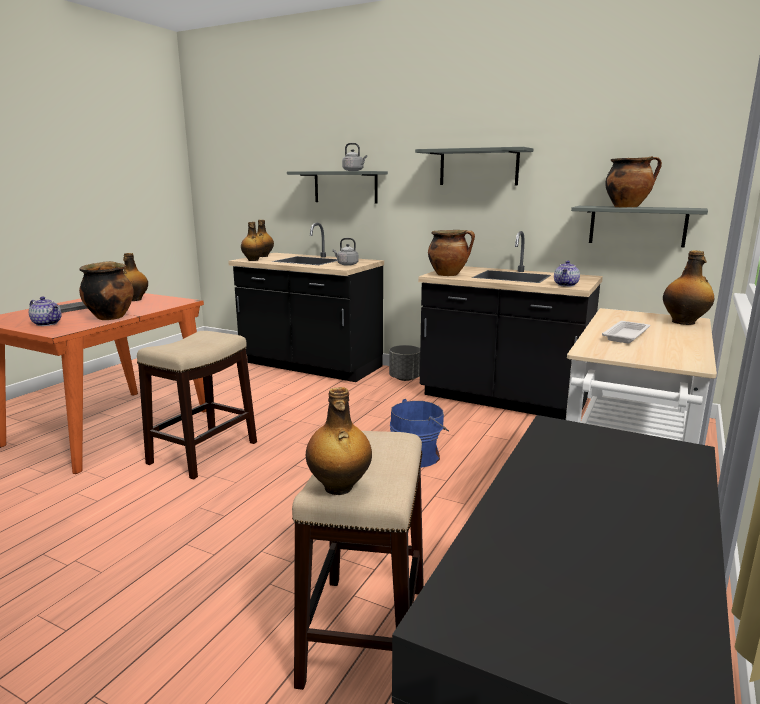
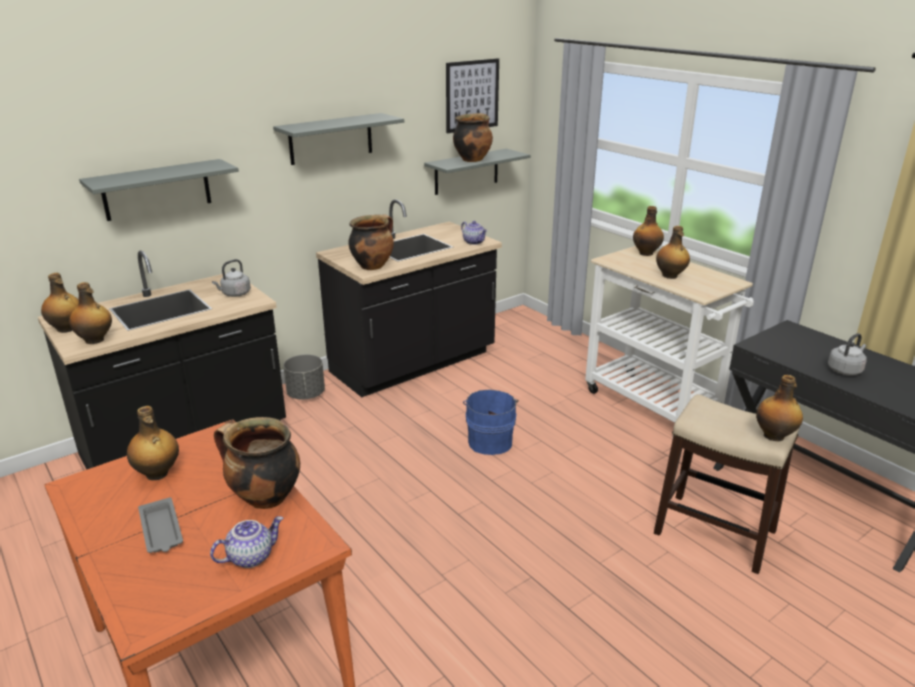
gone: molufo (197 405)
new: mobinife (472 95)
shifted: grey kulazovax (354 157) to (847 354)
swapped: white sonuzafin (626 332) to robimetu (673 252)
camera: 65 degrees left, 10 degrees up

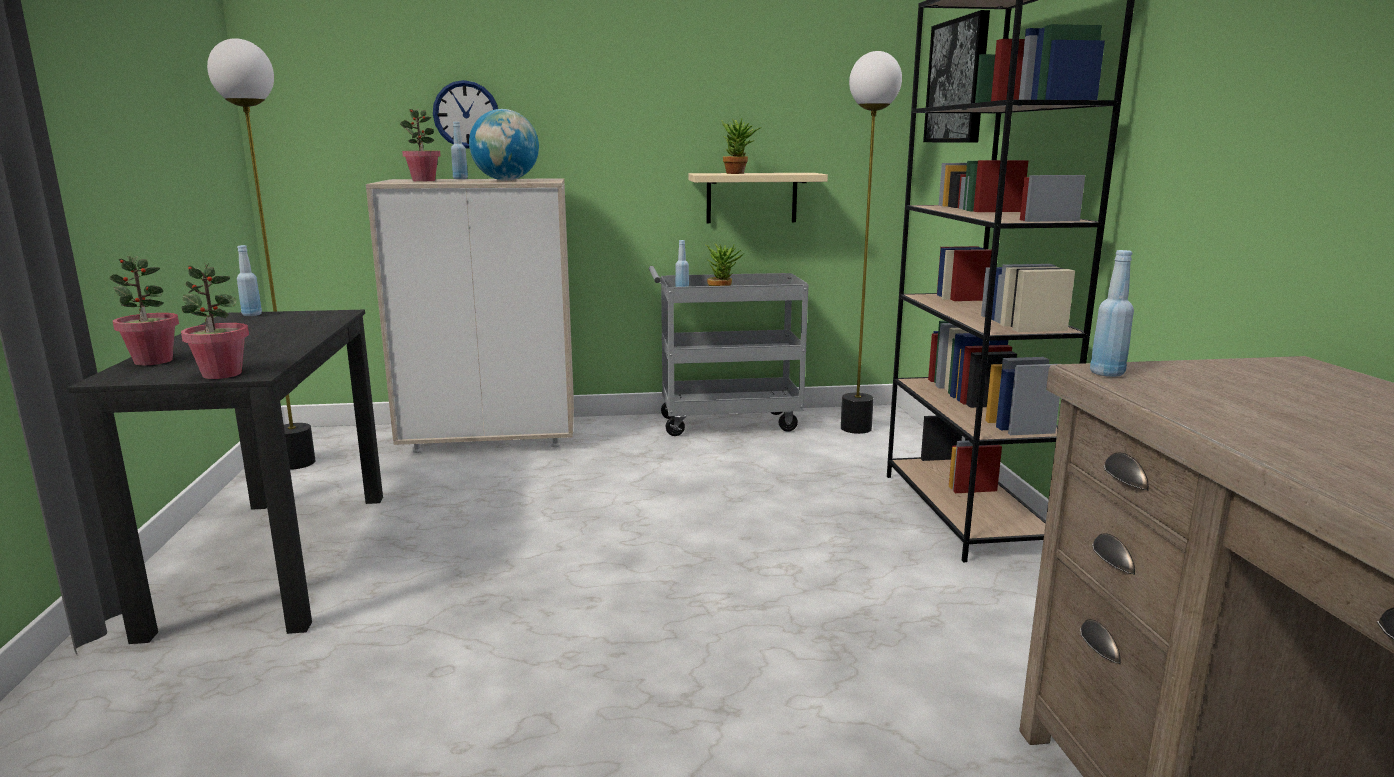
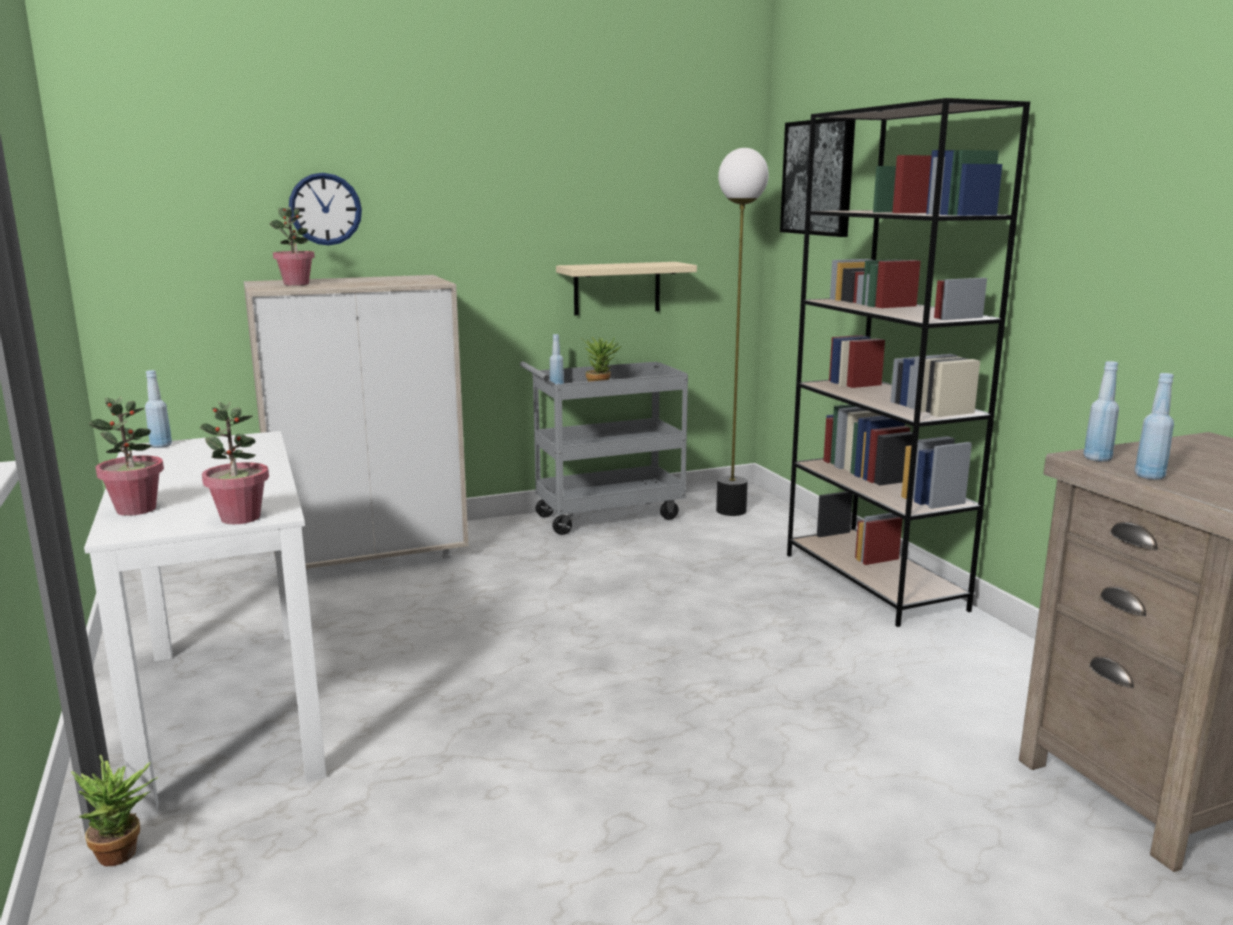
gone: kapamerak (261 254); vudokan (504 145)
shifted: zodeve (741 146) to (114 810); blue robimetu (459 150) to (1154 426)
repainted: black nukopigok (225 477) to white nukopigok (205 625)
camera: 15 degrees left, 0 degrees up

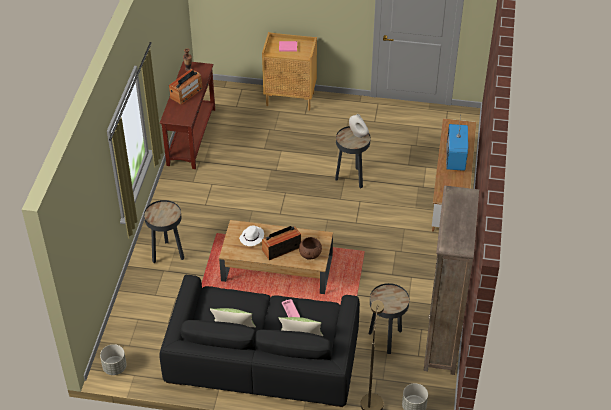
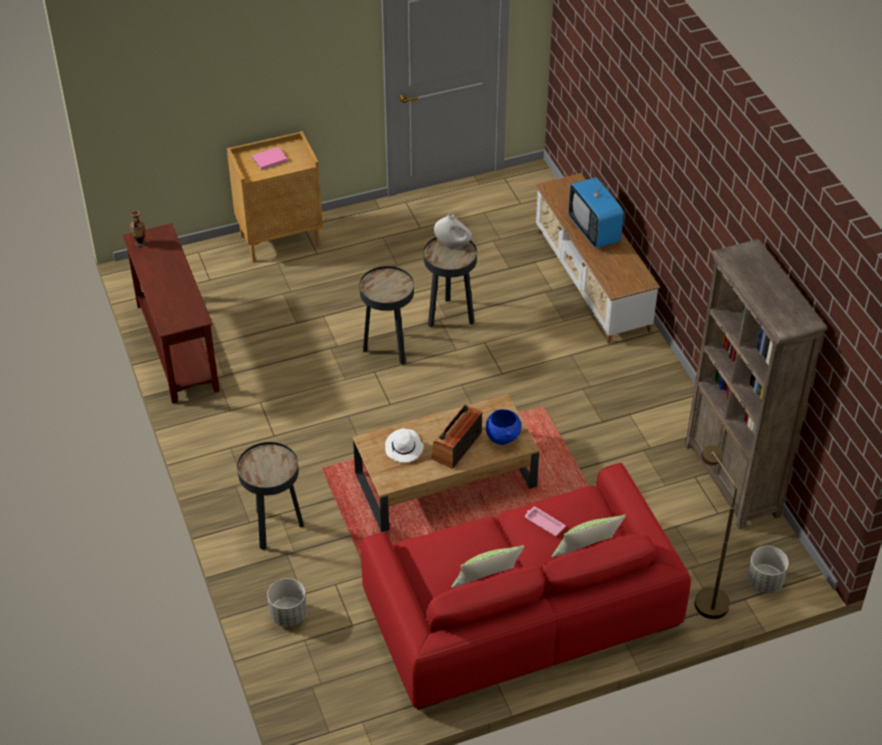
gone: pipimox (186 87)
shifted: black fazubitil (389 318) to (386 315); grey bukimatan (113 359) to (287 602)
repainted: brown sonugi (310 248) to blue sonugi (504 427); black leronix (259 341) to red leronix (526 586)
camera: 30 degrees left, 0 degrees up

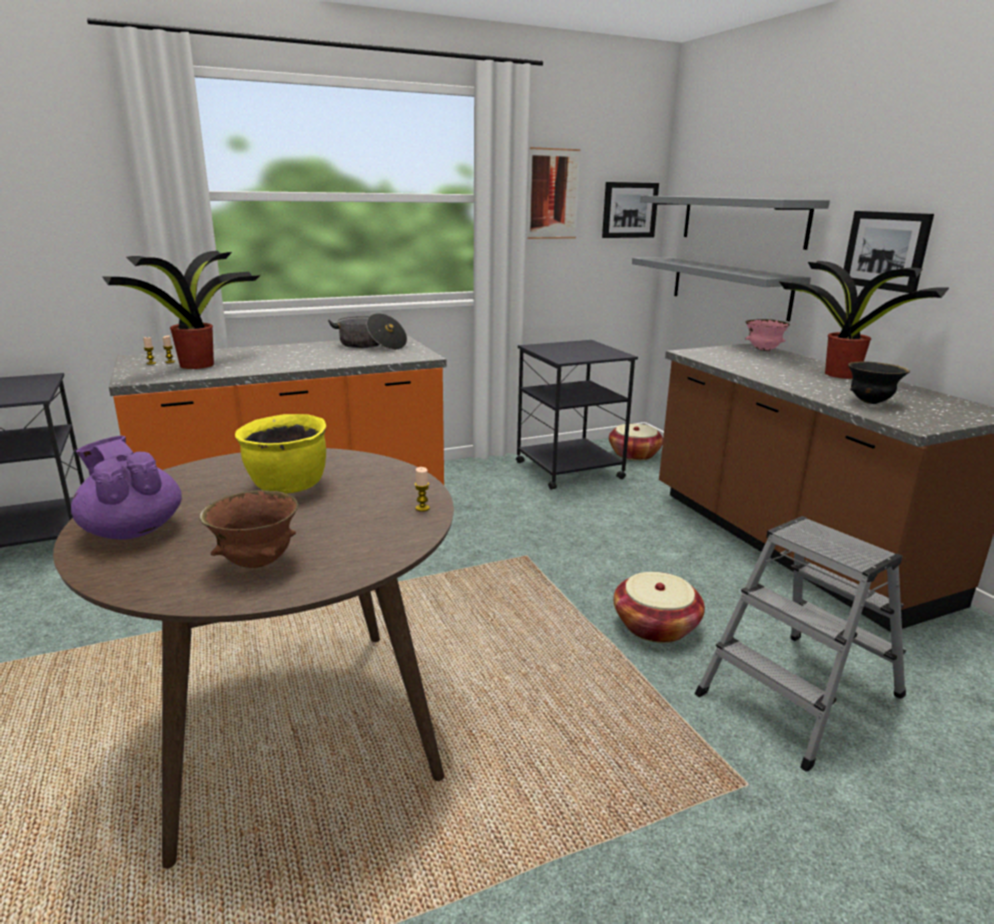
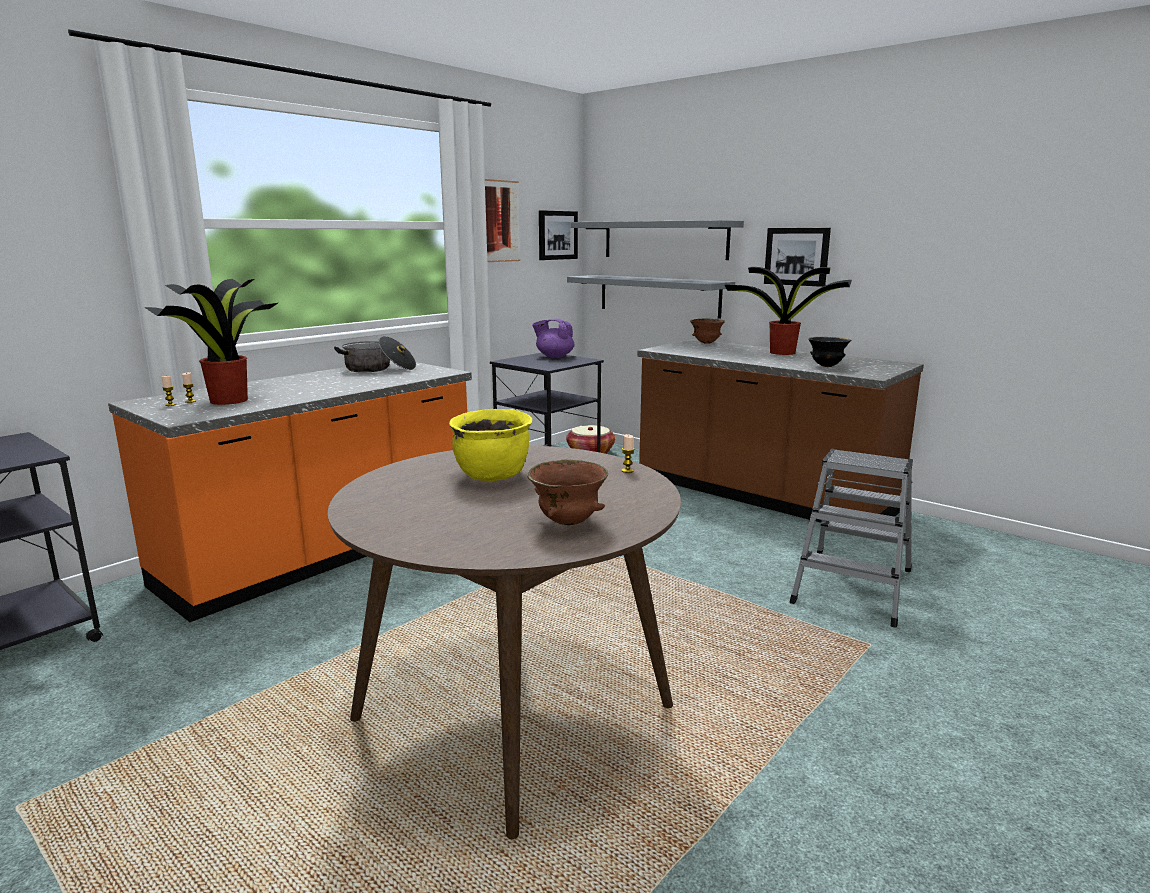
gone: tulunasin (659 607)
shifted: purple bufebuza (126 488) to (553 338)
repainted: pink sonugi (767 335) to brown sonugi (707 331)
camera: 25 degrees left, 5 degrees down

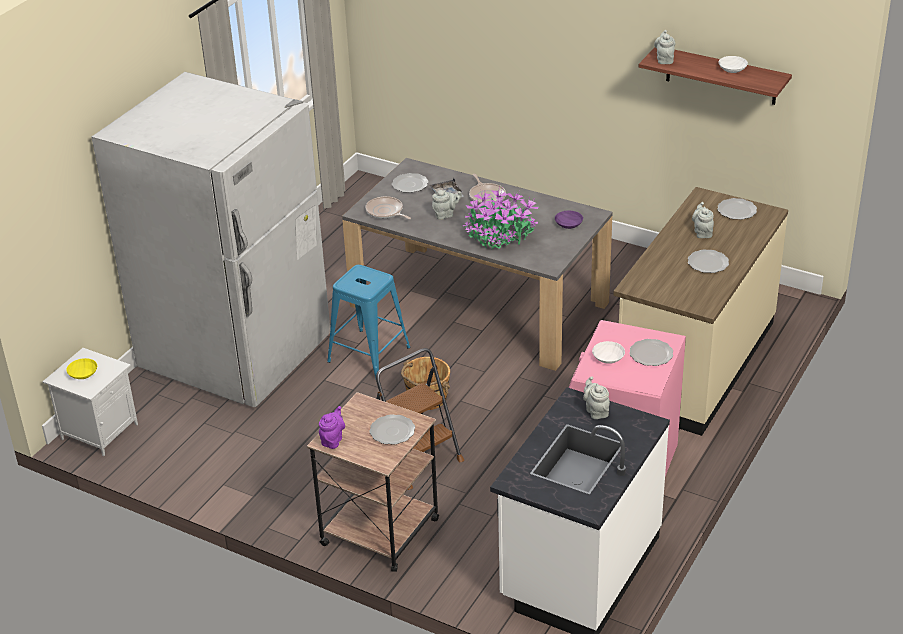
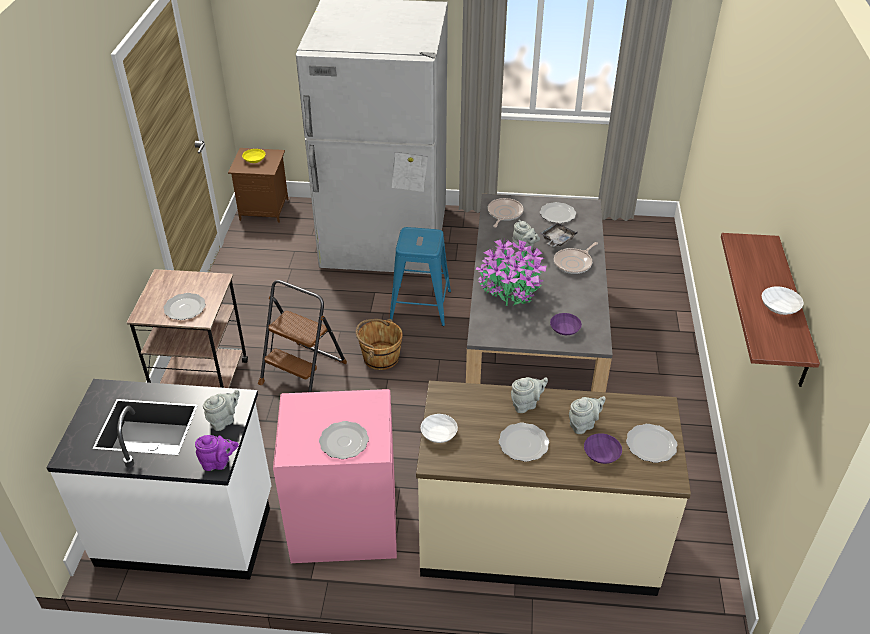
new: purple sonugi (603 448)
shifted: grey bufebuza (665 47) to (529 395); white sonugi (608 352) to (439 428); purple bufebuza (332 427) to (217 453)
repainted: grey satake (90 402) to brown satake (258 185)
camera: 65 degrees right, 5 degrees up

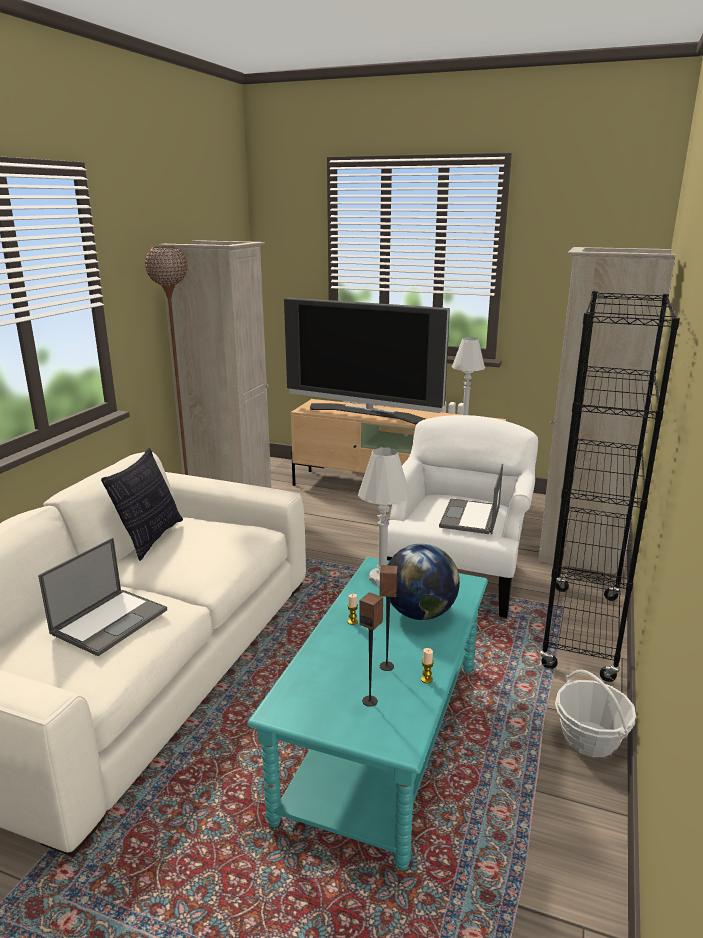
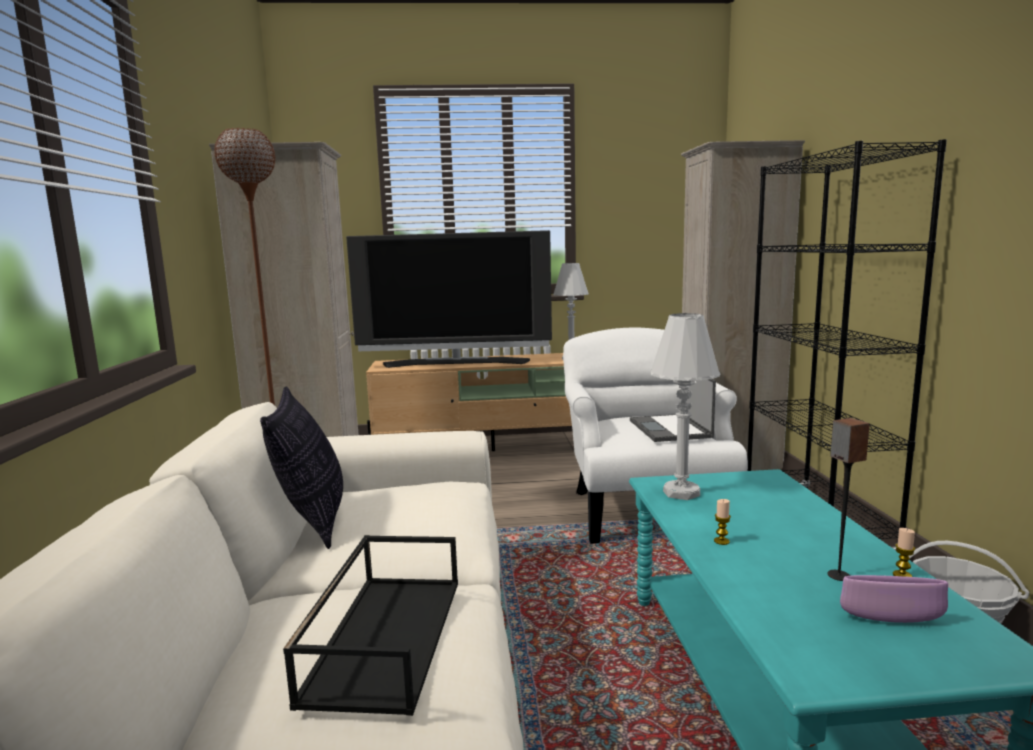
gone: vudokan (424 582)
swapped: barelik (102 597) to black sonuzafin (370 625); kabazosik (371 649) to purple sonugi (894 599)
camera: 25 degrees left, 10 degrees down

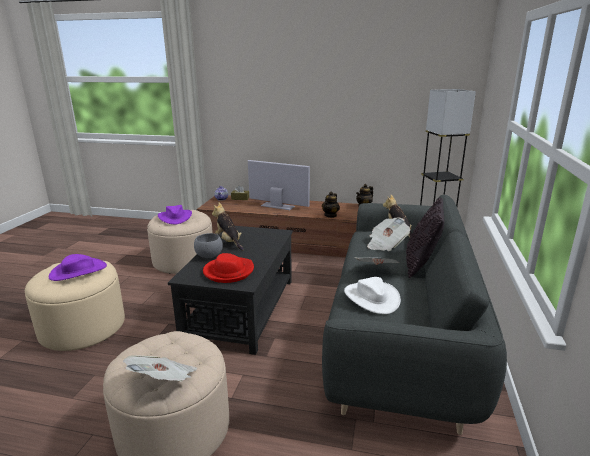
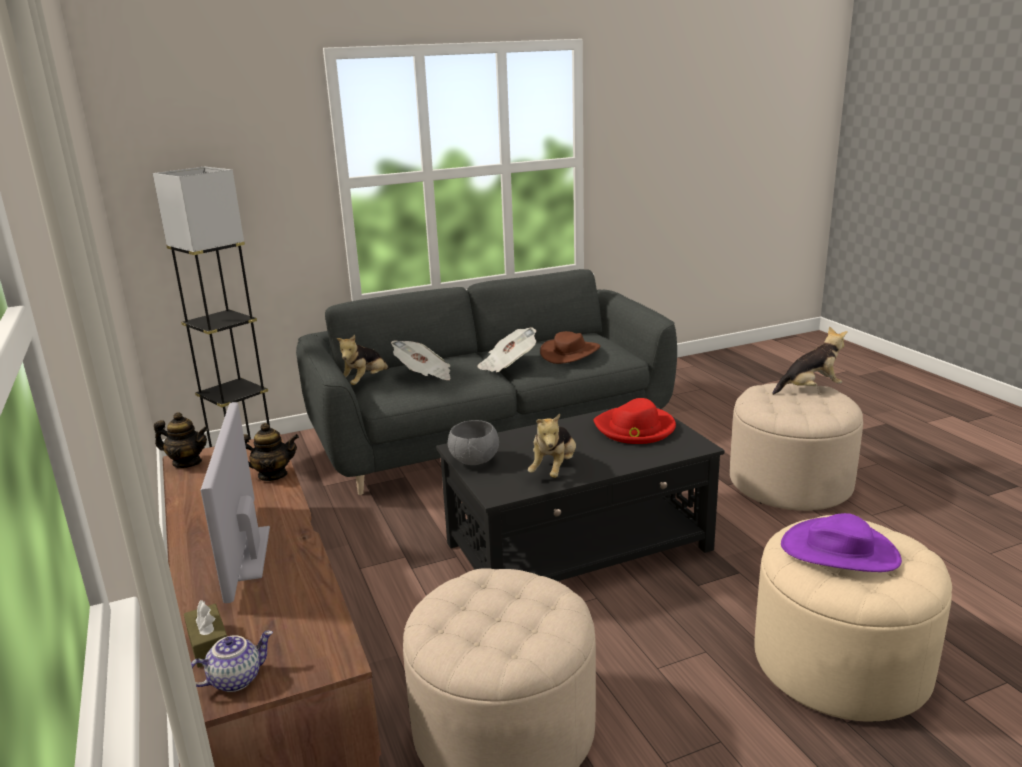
gone: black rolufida (425 238); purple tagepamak (175 214)
shifted: grey sonugi (208 245) to (473 442)
swapped: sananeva (160 368) to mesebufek (810 360)
repainted: white tagepamak (372 295) to brown tagepamak (570 347)
camera: 125 degrees left, 0 degrees up

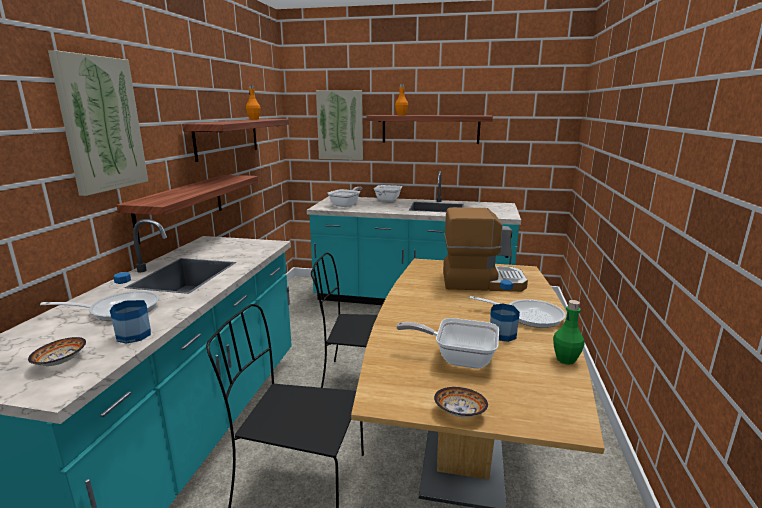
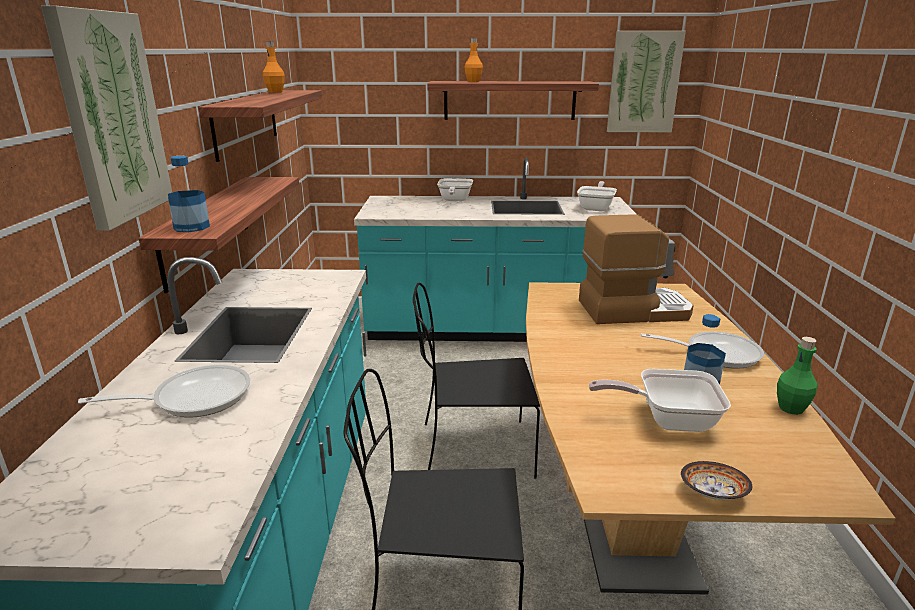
gone: sonugi (57 351)
shifted: mobinife (339 125) to (646 81); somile (345 197) to (597 196); robimetu (130 308) to (189 194)
camera: 10 degrees left, 5 degrees up

